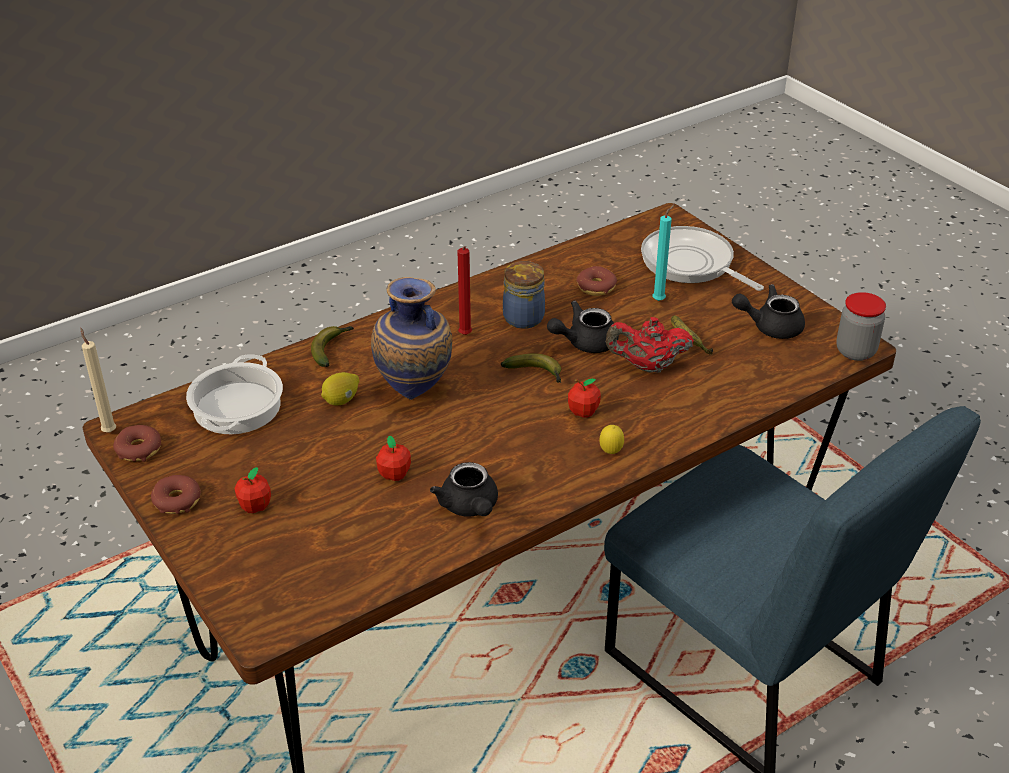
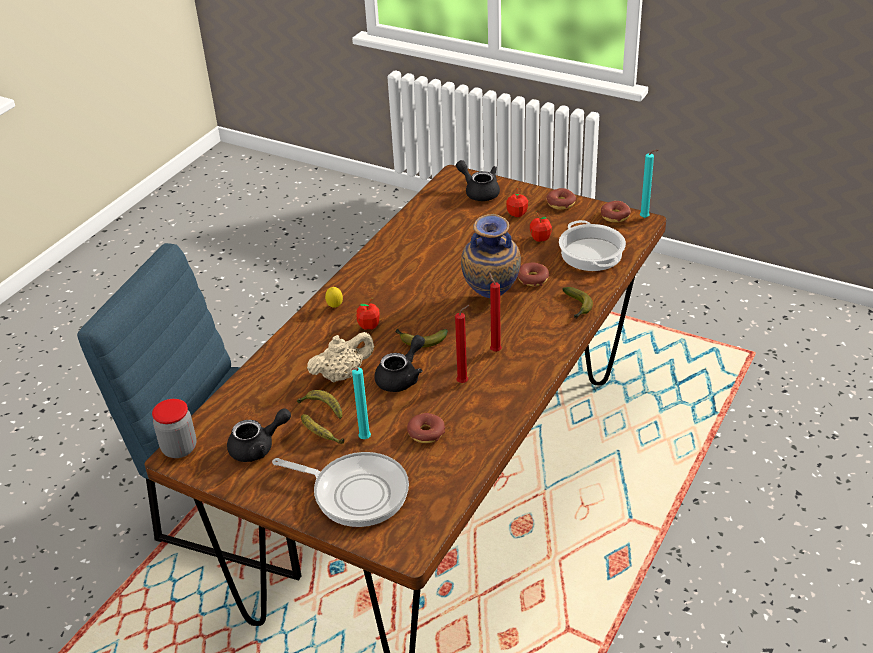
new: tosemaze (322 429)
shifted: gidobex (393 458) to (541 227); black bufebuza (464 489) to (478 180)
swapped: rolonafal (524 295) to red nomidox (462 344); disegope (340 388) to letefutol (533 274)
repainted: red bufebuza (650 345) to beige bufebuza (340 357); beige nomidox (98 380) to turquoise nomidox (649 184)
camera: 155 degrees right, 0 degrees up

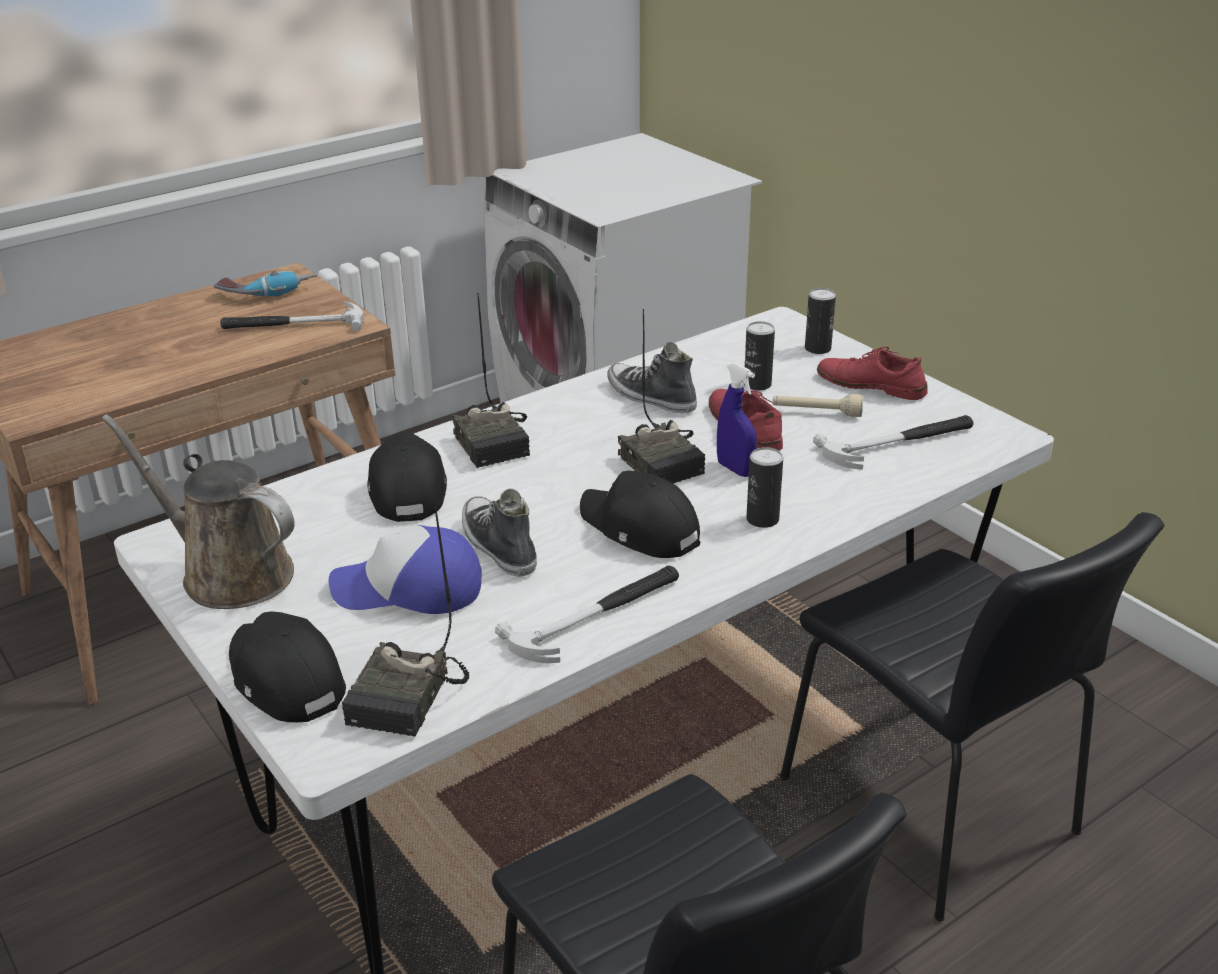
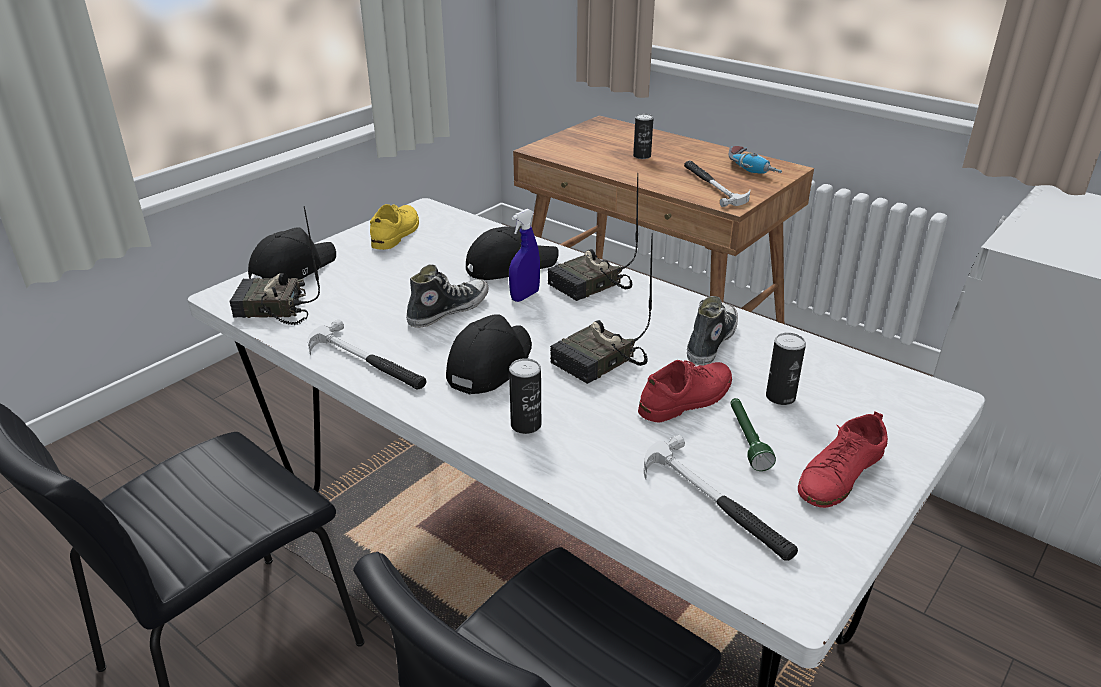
gone: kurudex (405 569)
shifted: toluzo (820 321) to (643 136); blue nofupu (737 419) to (524 255)
swapped: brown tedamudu (198 511) to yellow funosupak (394 227)
repainted: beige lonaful (817 405) to green lonaful (753 434)
rotated: red funosupak (872 373) = (843 459) 150 degrees counterclockwise
camera: 75 degrees right, 0 degrees up

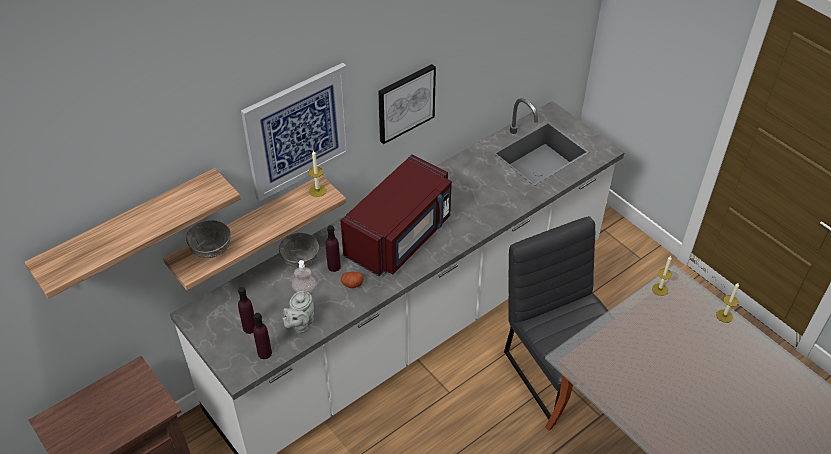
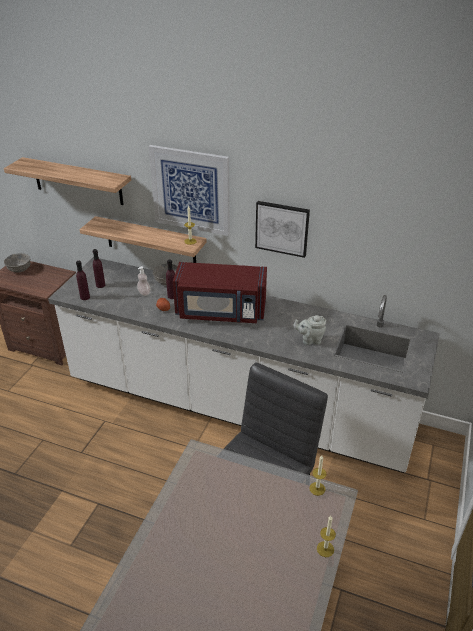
shifted: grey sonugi (208 239) to (17 262); grey bufebuza (298 312) to (310 330)
camera: 60 degrees right, 10 degrees down

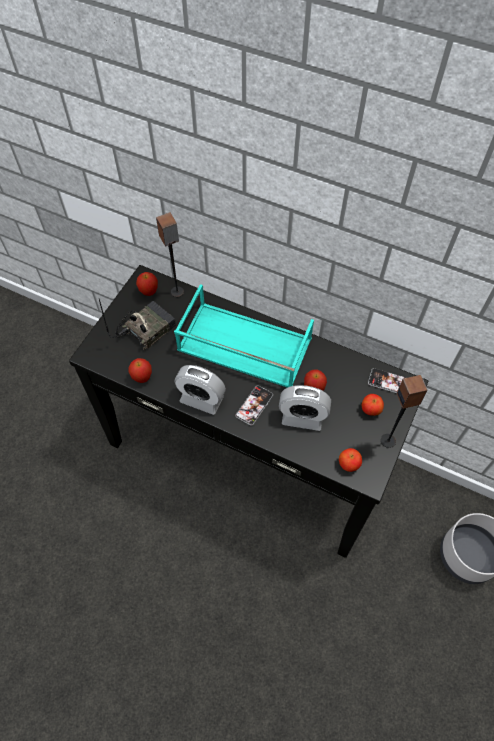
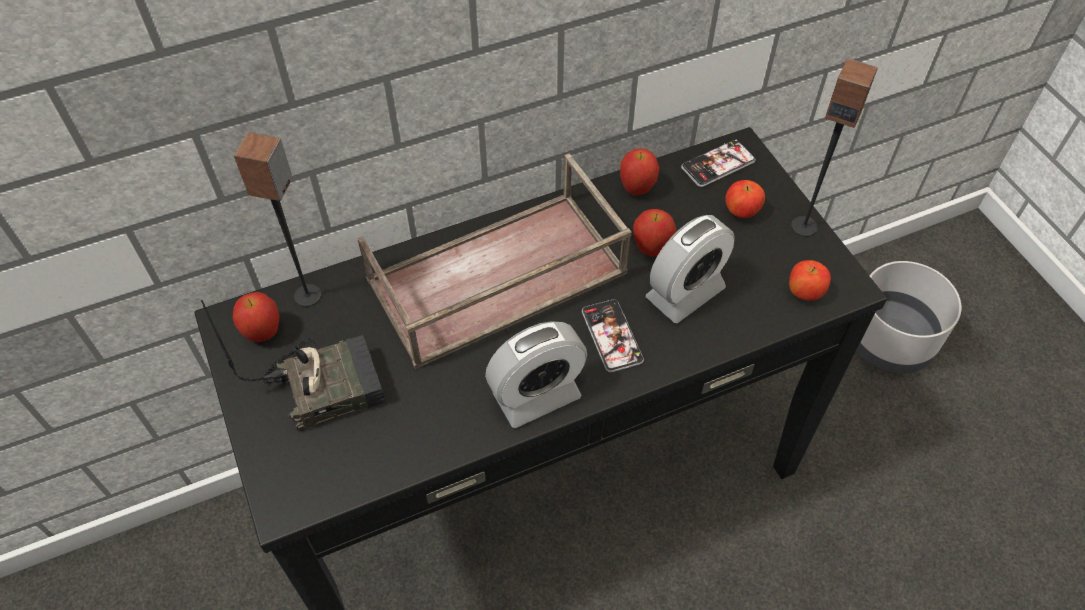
shifted: gidobex (140 370) to (639 171)
repainted: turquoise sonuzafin (244 336) to brown sonuzafin (494 261)
rotated: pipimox (137 324) = (293 365) 75 degrees clockwise
camera: 50 degrees left, 5 degrees down

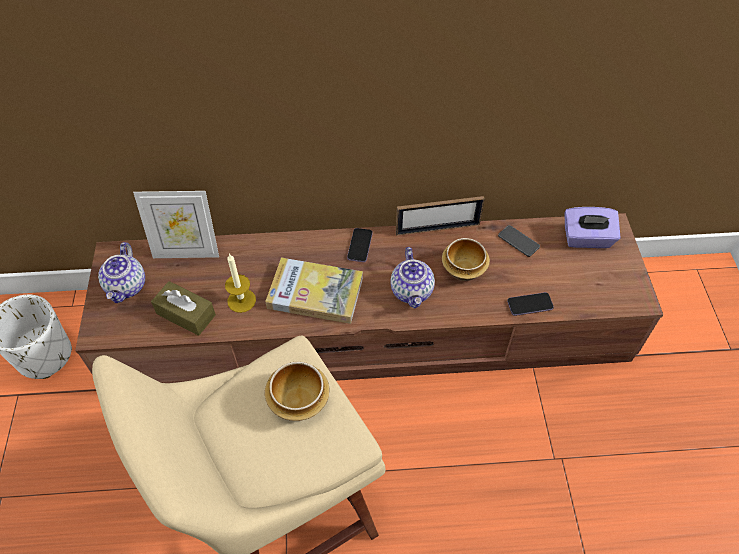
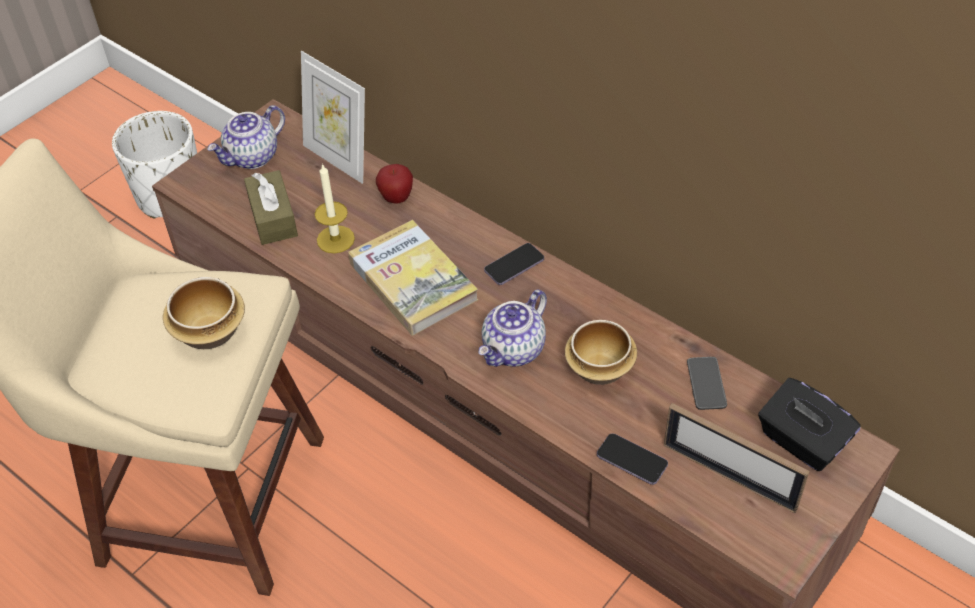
new: gidobex (394 184)
shifted: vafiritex (440 216) to (737 458)
repainted: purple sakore (593 227) to black sakore (809 424)
camera: 45 degrees right, 5 degrees down

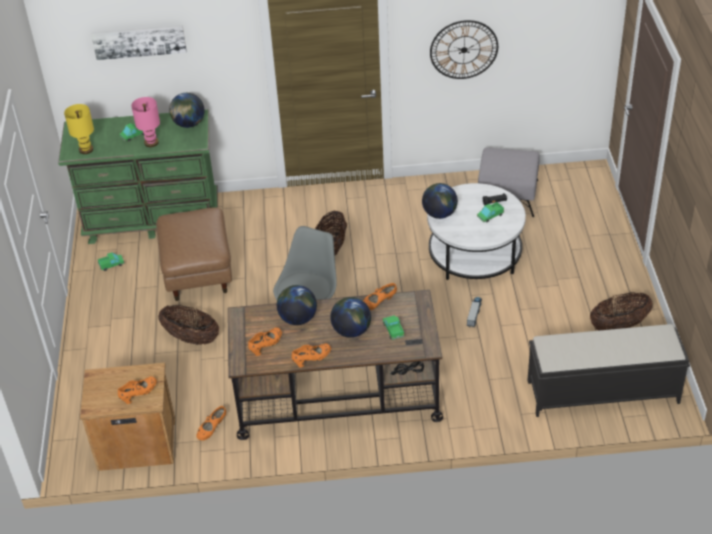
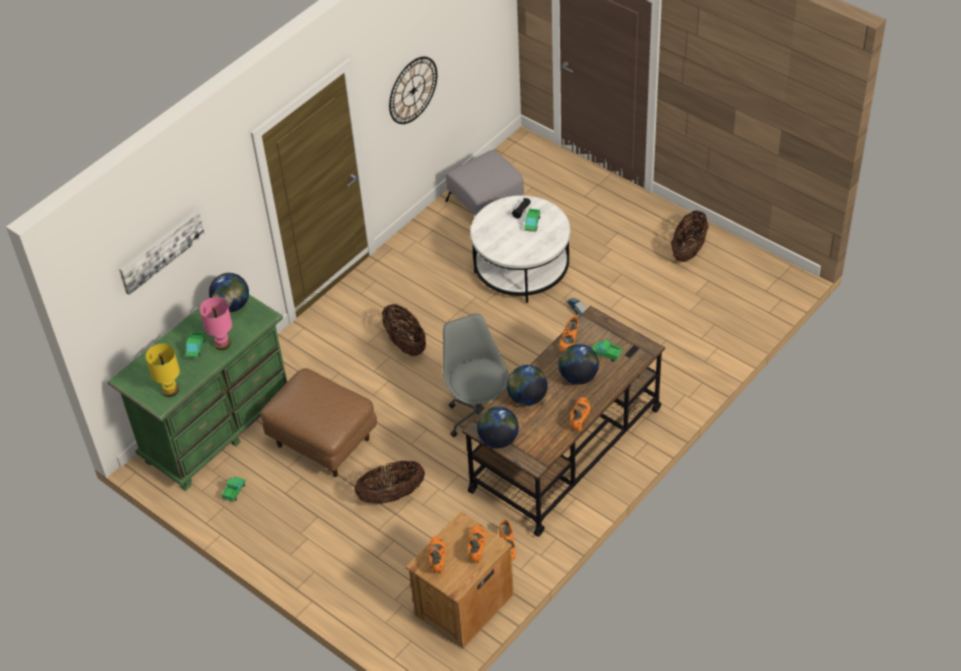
gone: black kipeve (609 370)
shifted: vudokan (440 201) to (498 427); orange funosupak (265 341) to (437 555)
camera: 45 degrees left, 5 degrees up

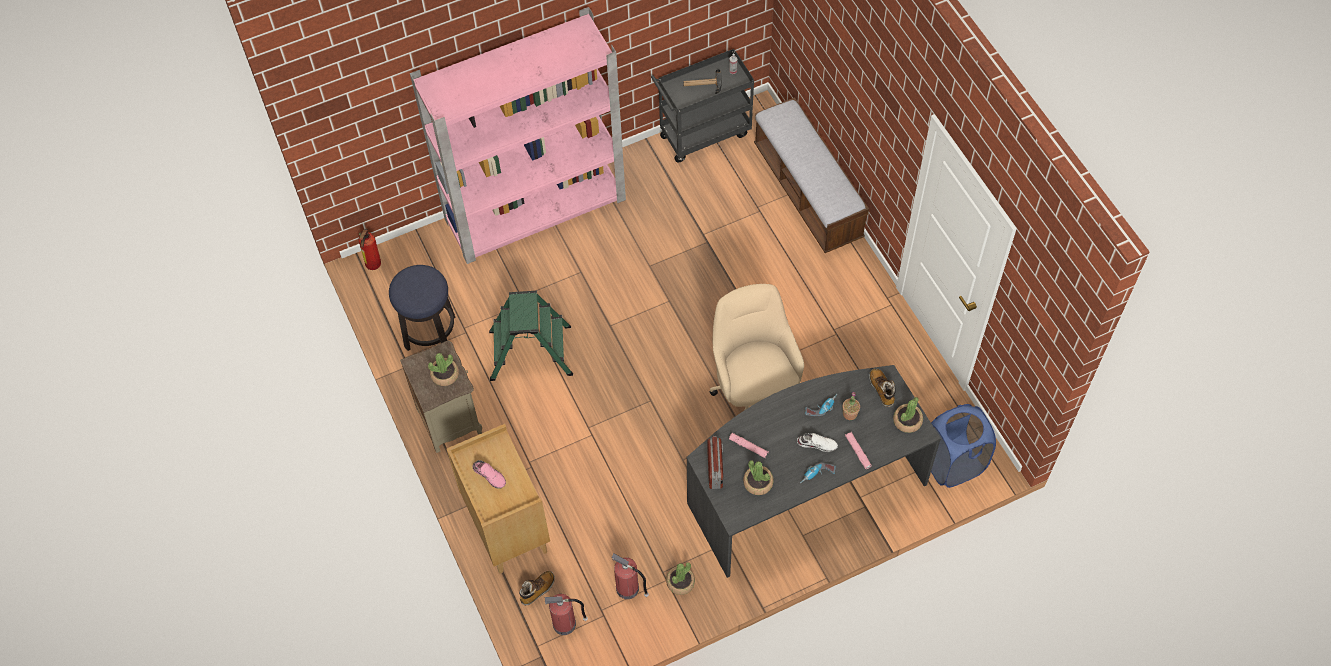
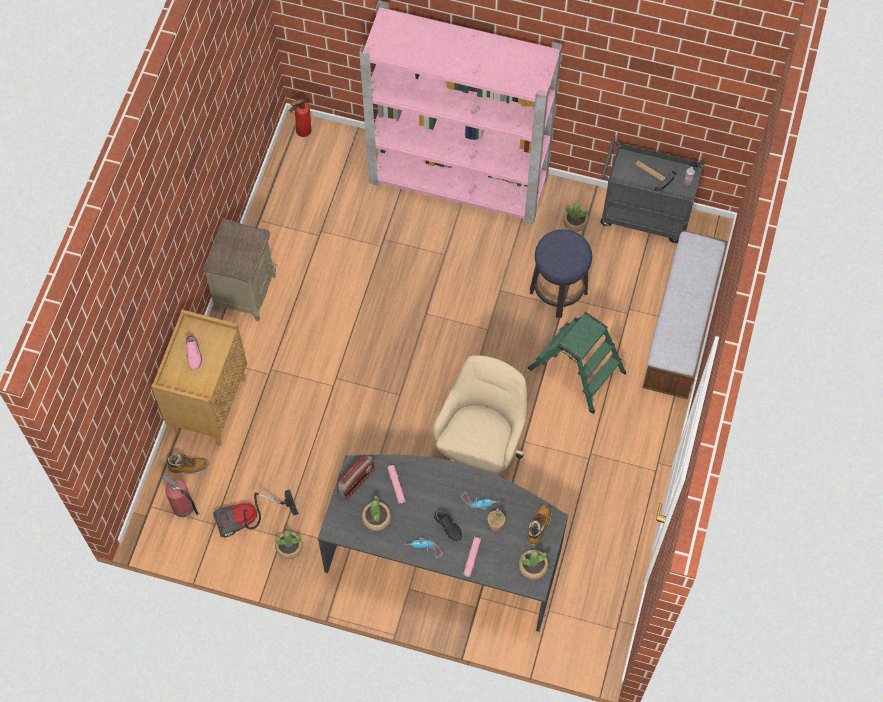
gone: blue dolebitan (963 446)
shifted: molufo (422 308) to (561 273); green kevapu (531 336) to (577 363); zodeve (443 369) to (576 217)
swapped: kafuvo (630 576) to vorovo (256 513)
repainted: white funosupak (817 442) to black funosupak (448 525)
camera: 40 degrees right, 5 degrees up

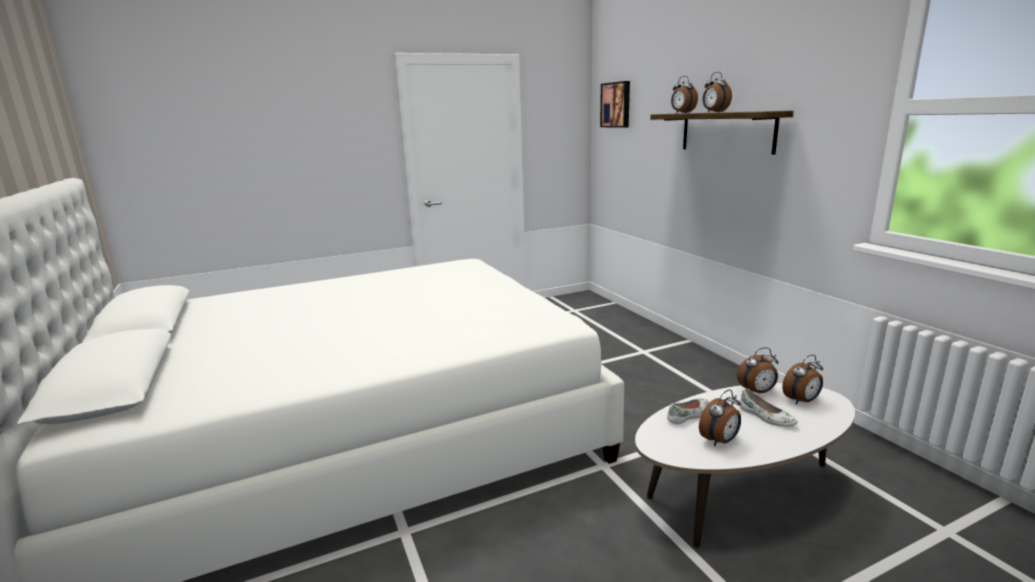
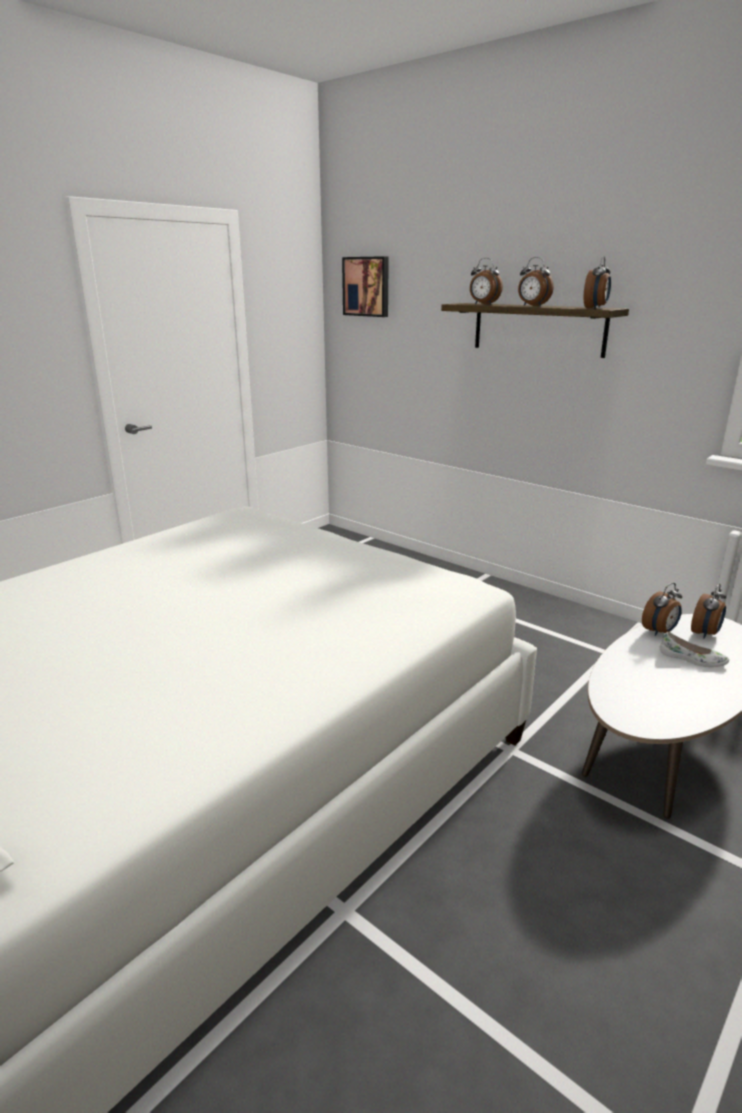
gone: white funosupak (688 411)
shifted: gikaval (720 417) to (597 282)
camera: 25 degrees left, 5 degrees up

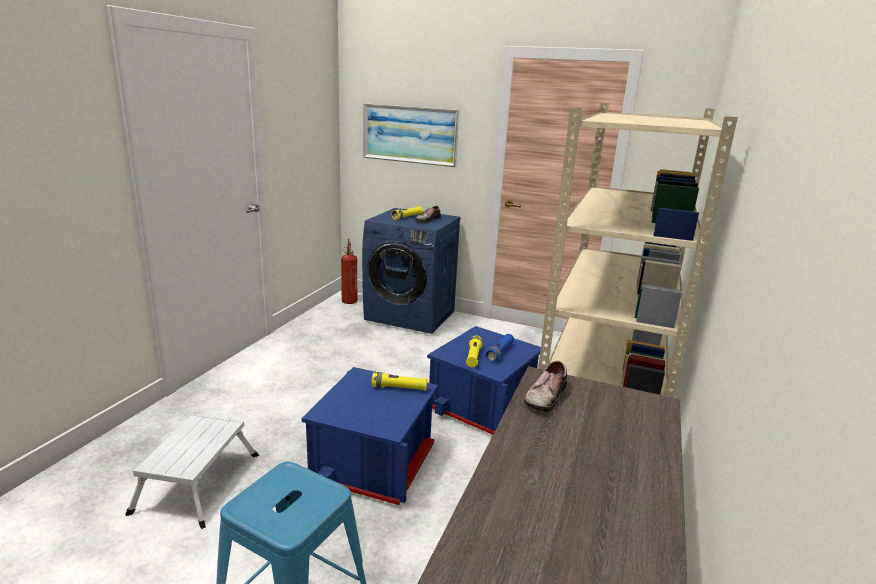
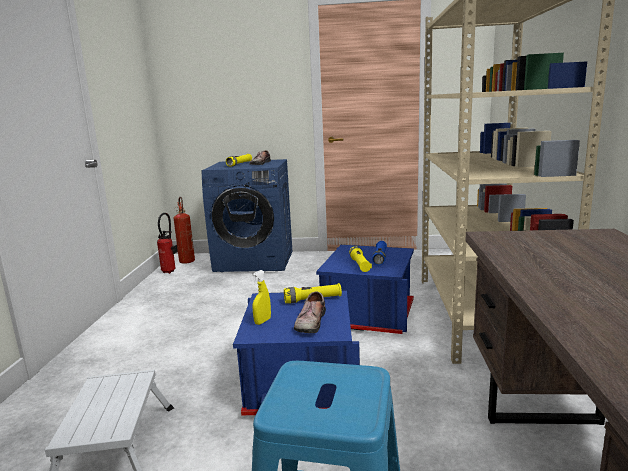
gone: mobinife (411 135)
new: kafuvo (167 243); yellow nofupu (261 297)
shifted: funosupak (545 386) to (310 312)
camera: 15 degrees left, 5 degrees down

